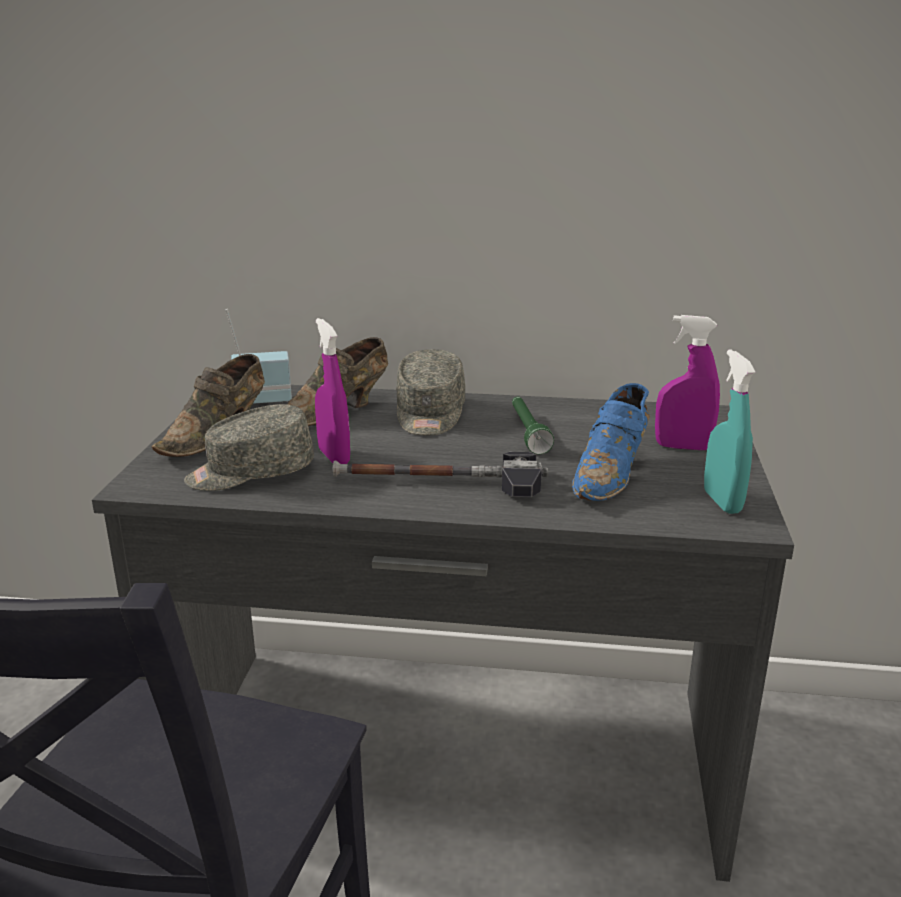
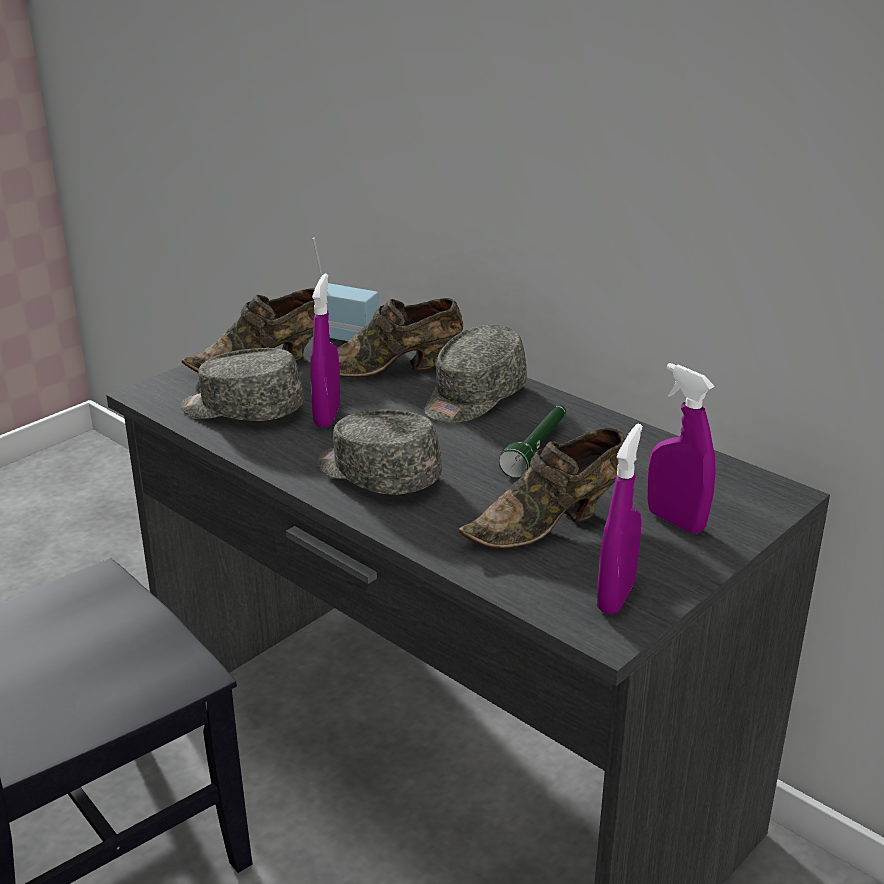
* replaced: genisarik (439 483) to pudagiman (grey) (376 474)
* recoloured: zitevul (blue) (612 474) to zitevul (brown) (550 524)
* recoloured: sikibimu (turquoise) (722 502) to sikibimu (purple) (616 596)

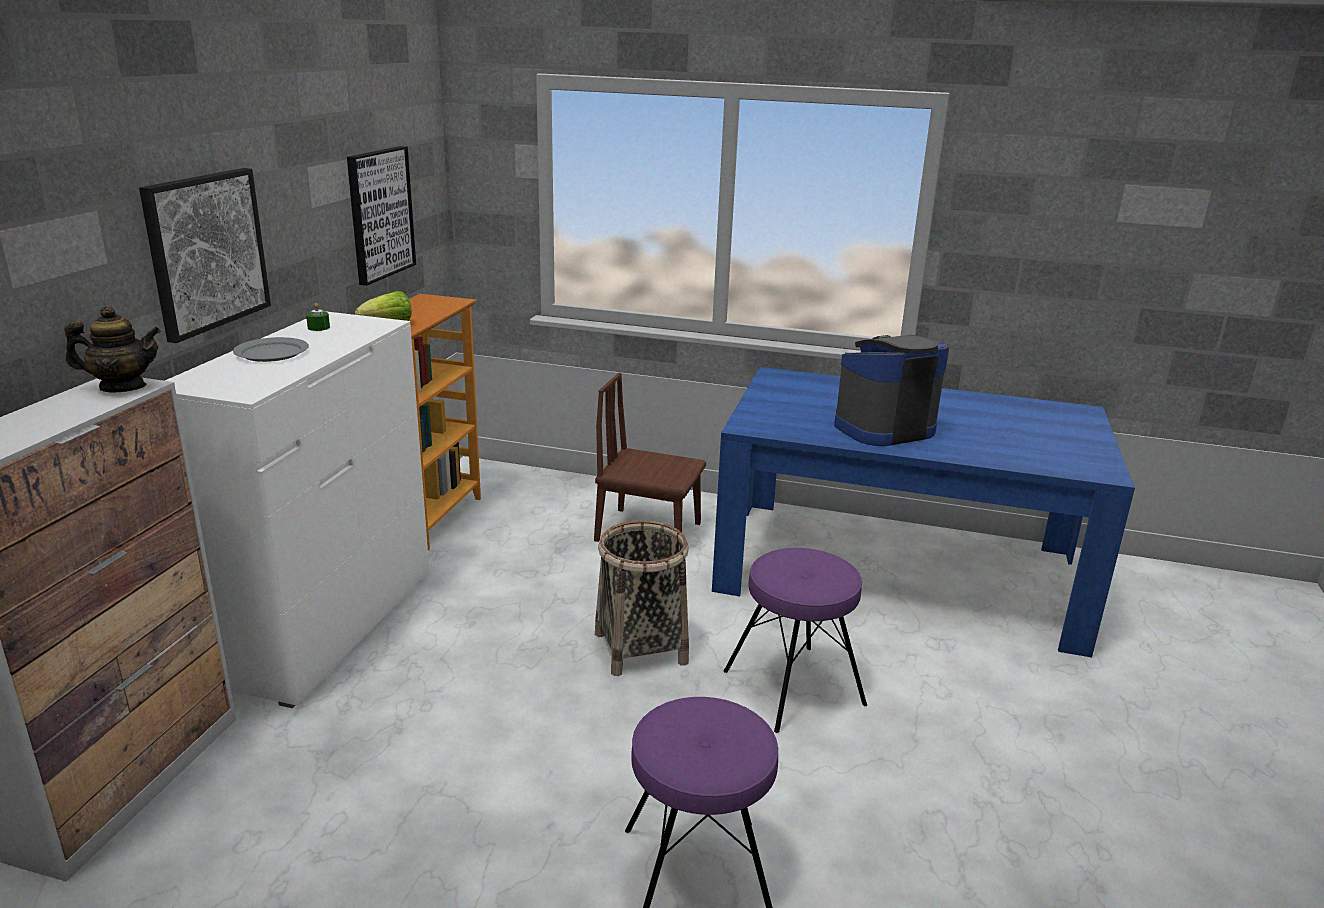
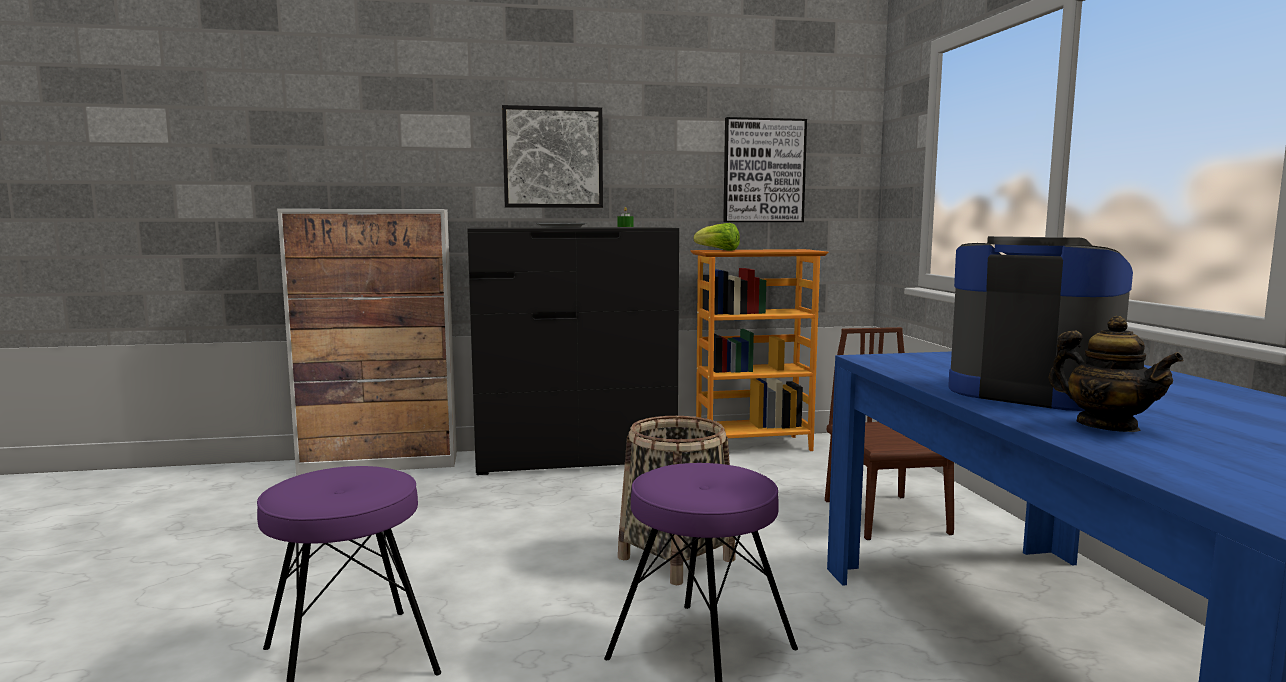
* moved: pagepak (122 387) to (1107 426)
* recoloured: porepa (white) (328 626) to porepa (black) (575 458)

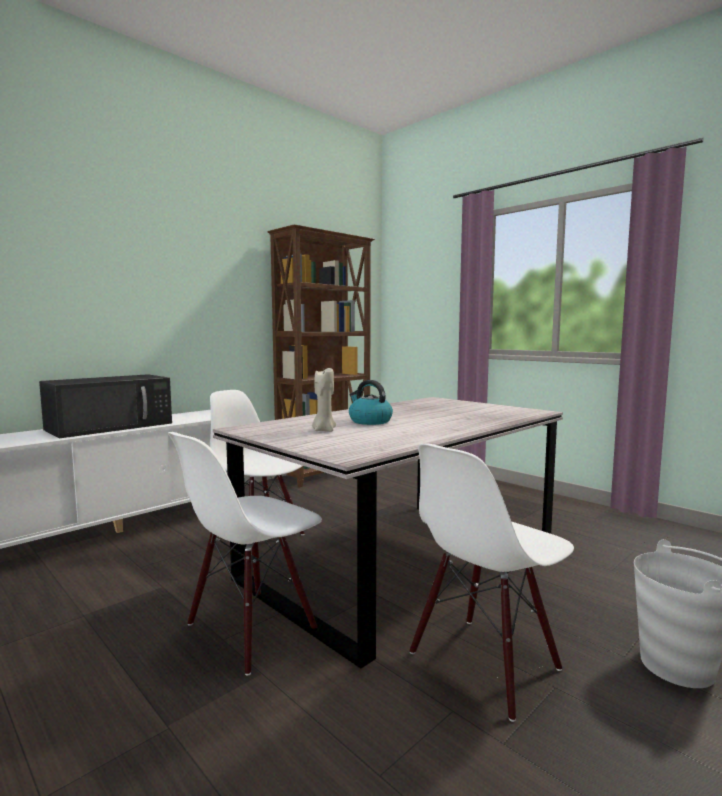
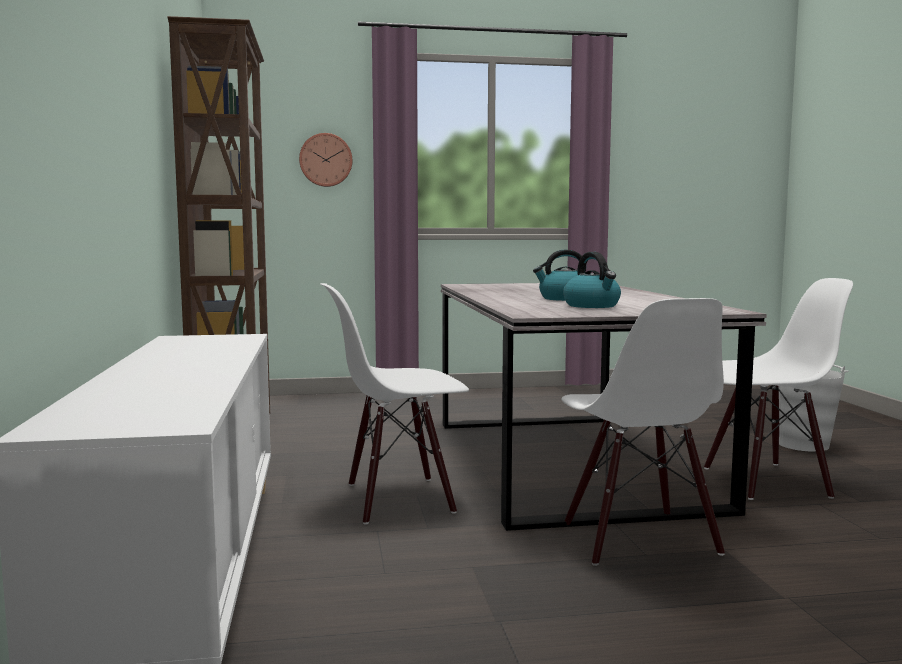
* removed: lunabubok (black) (111 426)
* added: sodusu (326 160)
* replaced: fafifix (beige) (323 430) to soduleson (592 306)
* turned: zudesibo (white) (484 663) = (765 481) 90 degrees counterclockwise

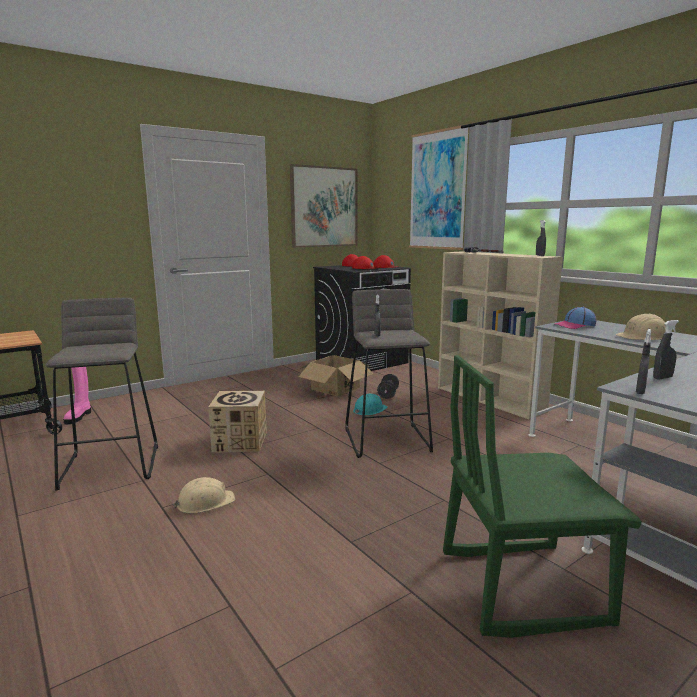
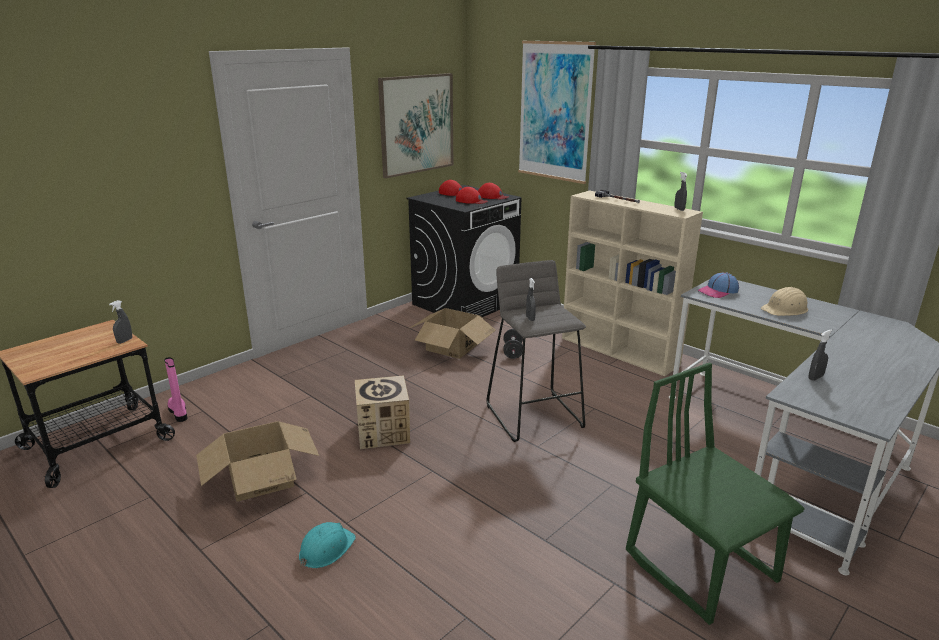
* removed: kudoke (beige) (205 502)
* moved: kudoke (turquoise) (369 410) to (326 549)
* moved: sikibimu (grey) (640 391) to (124 341)
* replaced: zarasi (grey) (111 466) to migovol (261 478)
* turned: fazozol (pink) (79 417) = (179 412) 150 degrees clockwise
* turned: zudesibo (green) (521 586) = (701 566) 75 degrees clockwise

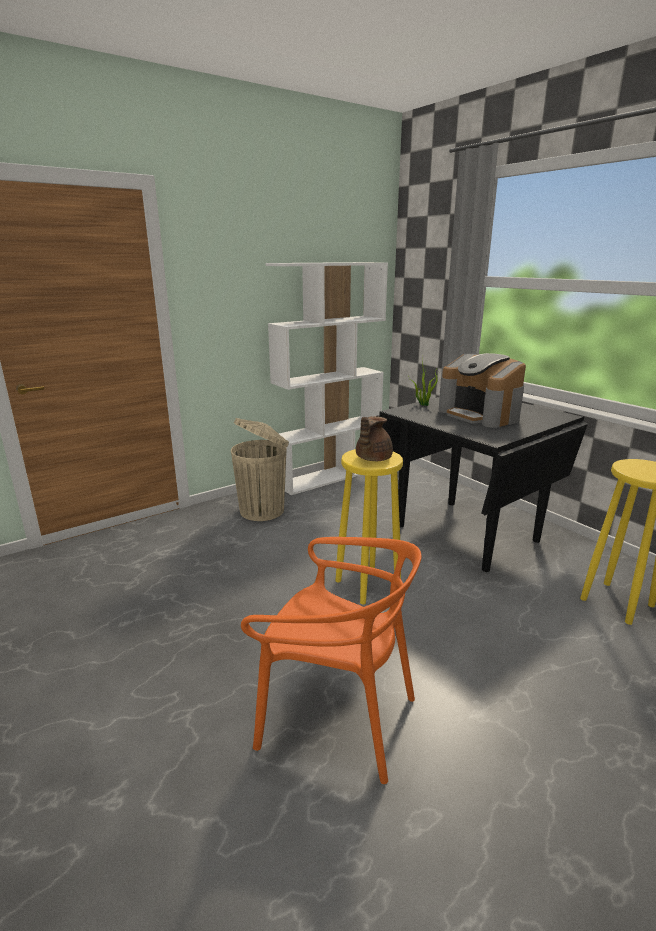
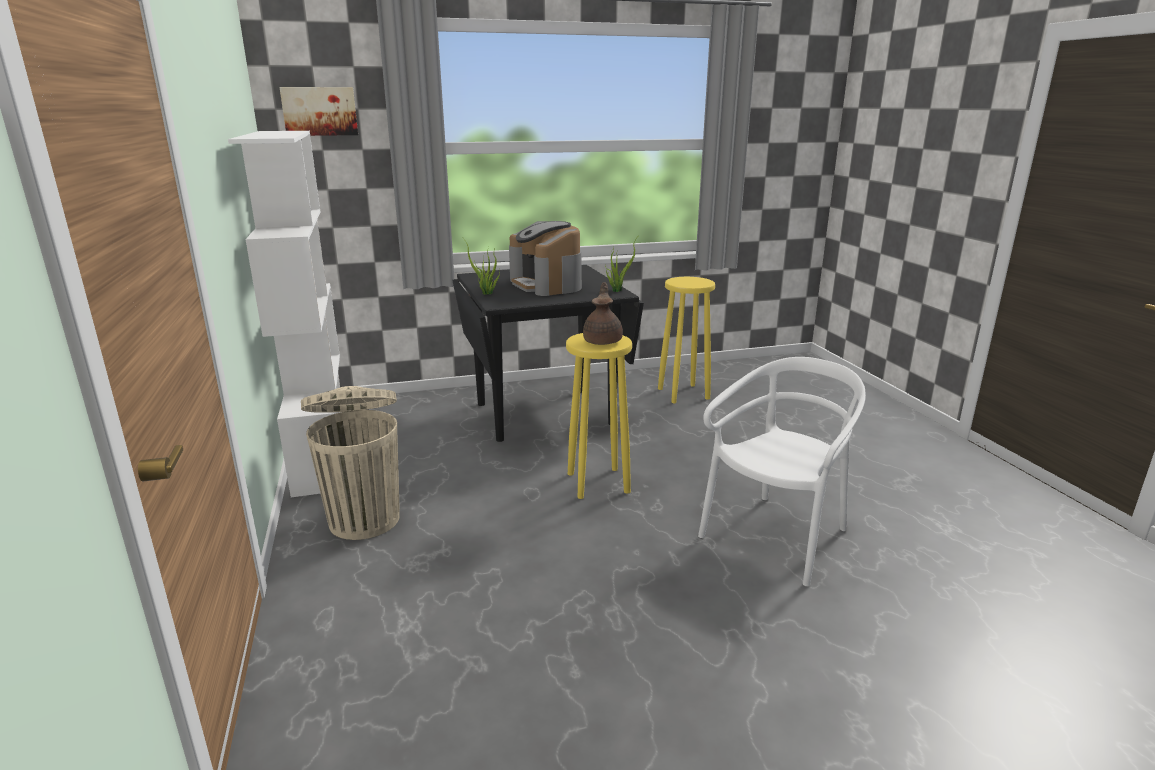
* added: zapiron (320 111)
* added: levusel (617 290)
* recoloured: zudesibo (orange) (337 716) to zudesibo (white) (776 537)
* turned: pagepak (brown) (372 458) = (603 341) 135 degrees counterclockwise
* turned: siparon (480 415) = (547 285) 75 degrees clockwise

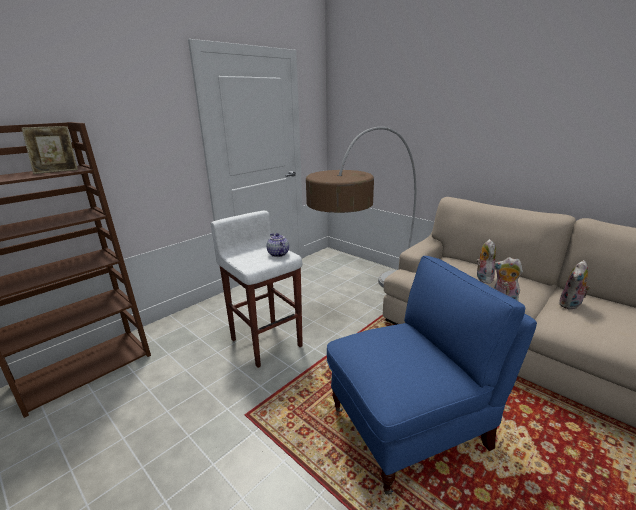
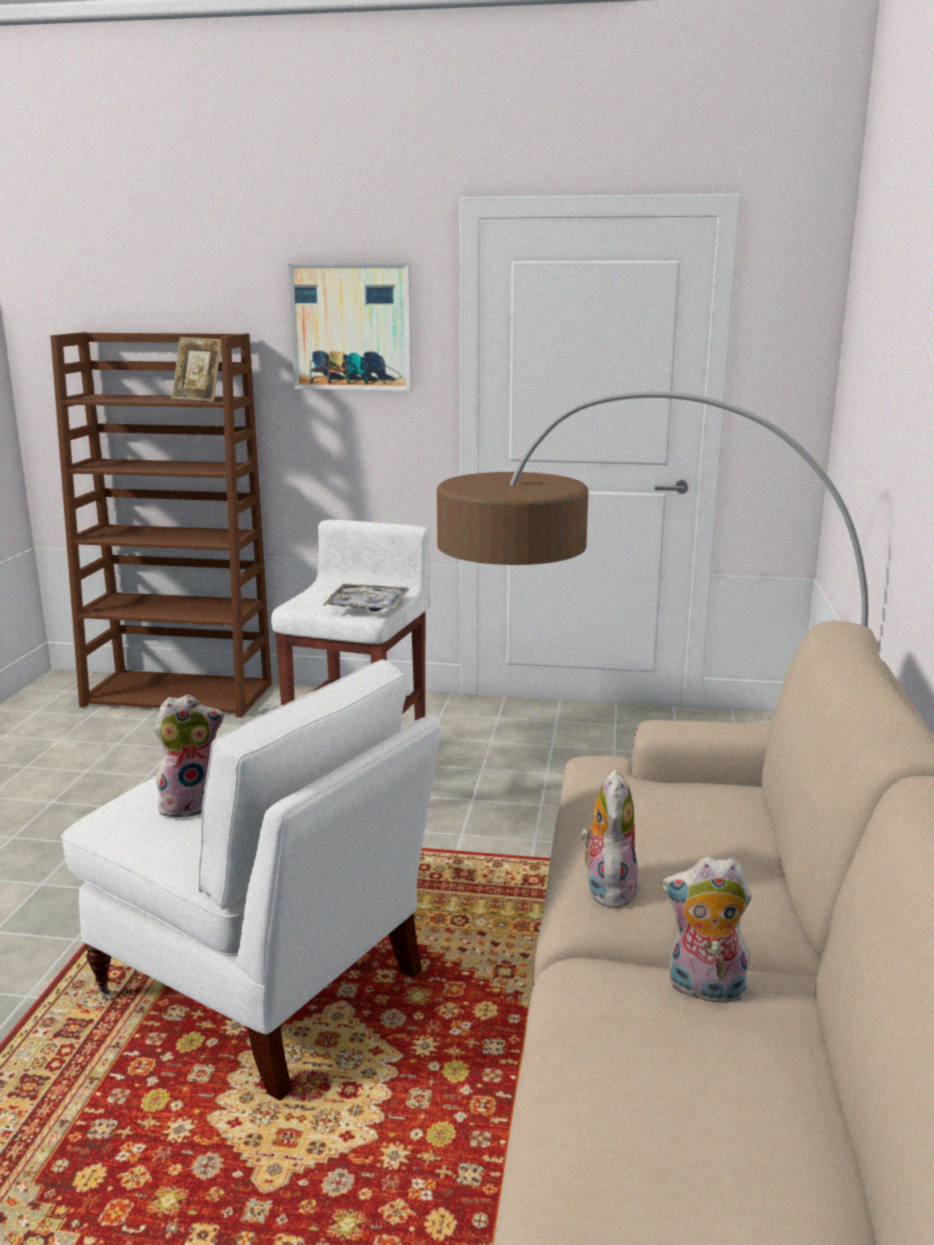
* added: zapiron (352 327)
* moved: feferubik (482 278) to (191 804)
* replaced: pagepak (277 254) to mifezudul (367 606)
* recoloured: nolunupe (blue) (410 428) to nolunupe (white) (263 988)

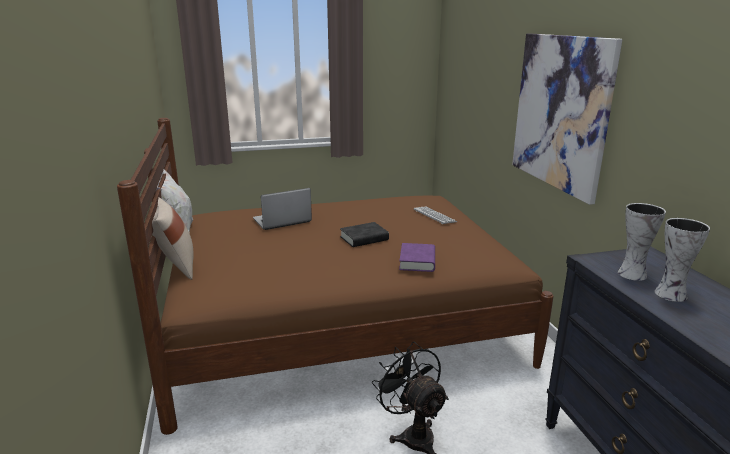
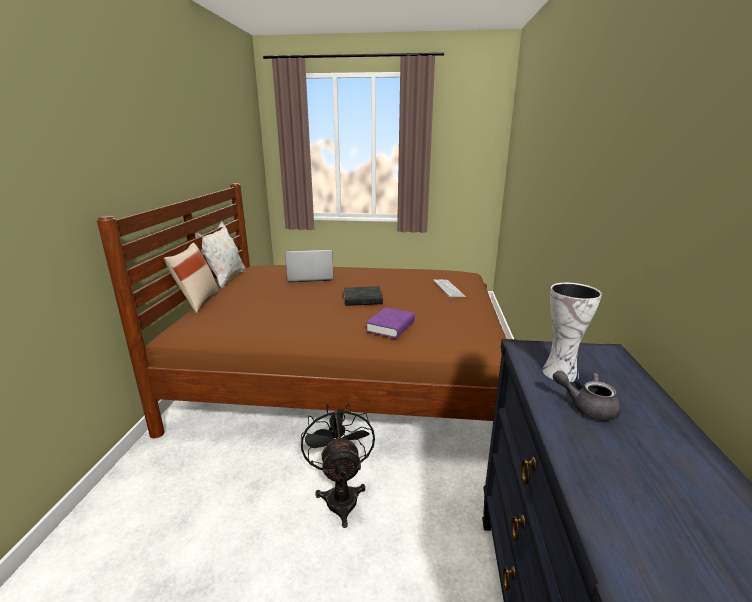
* removed: zapiron (560 112)
* replaced: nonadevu (670 295) to pagepak (grey) (586 407)

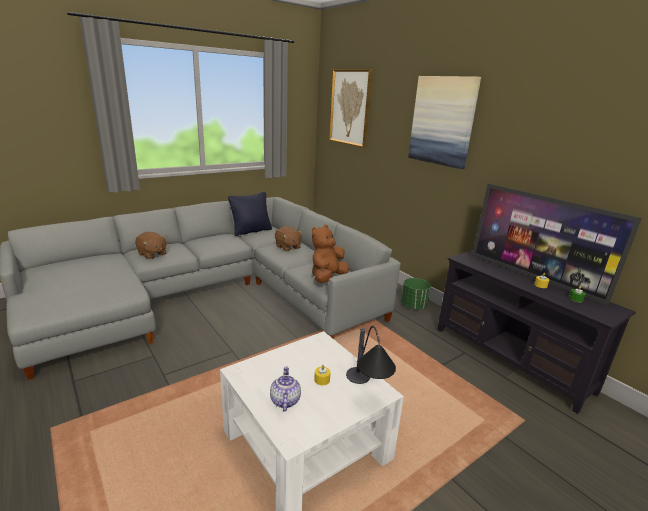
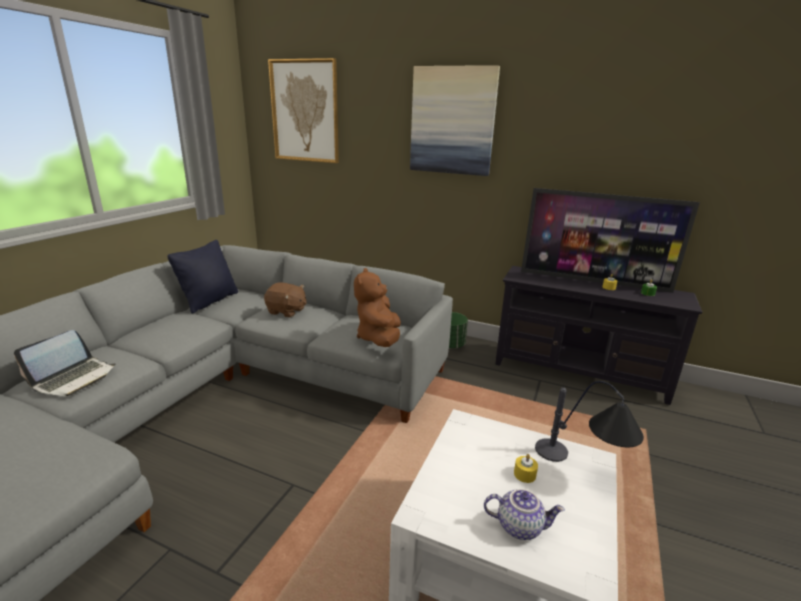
* replaced: feferubik (brown) (152 254) to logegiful (74 378)
* turned: pagepak (284 400) = (520 526) 135 degrees clockwise

